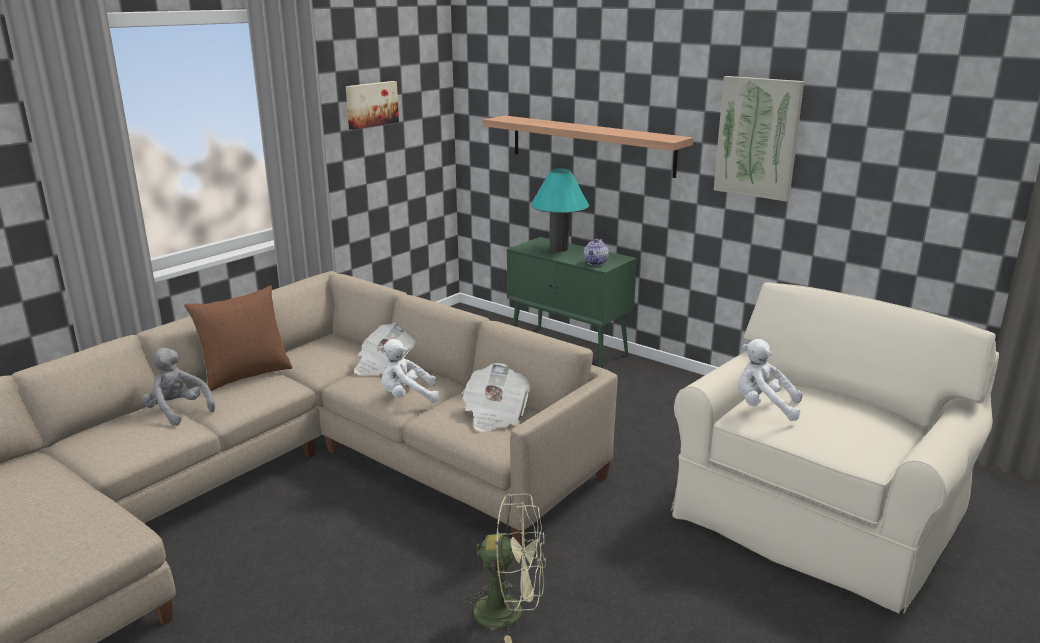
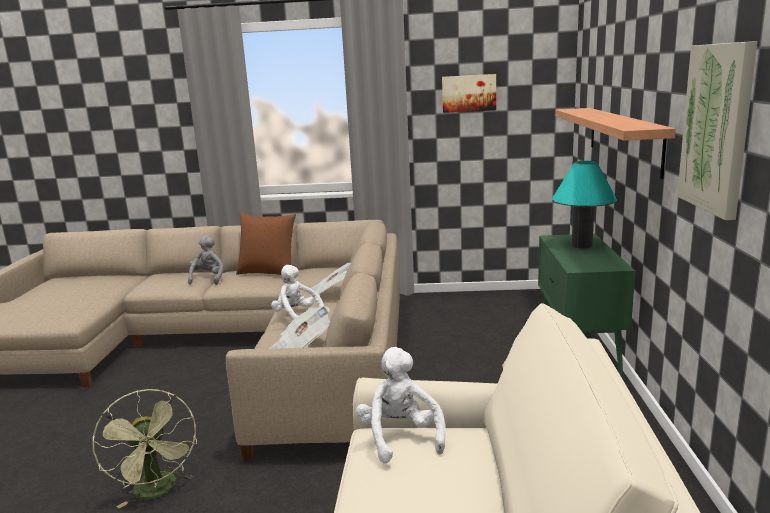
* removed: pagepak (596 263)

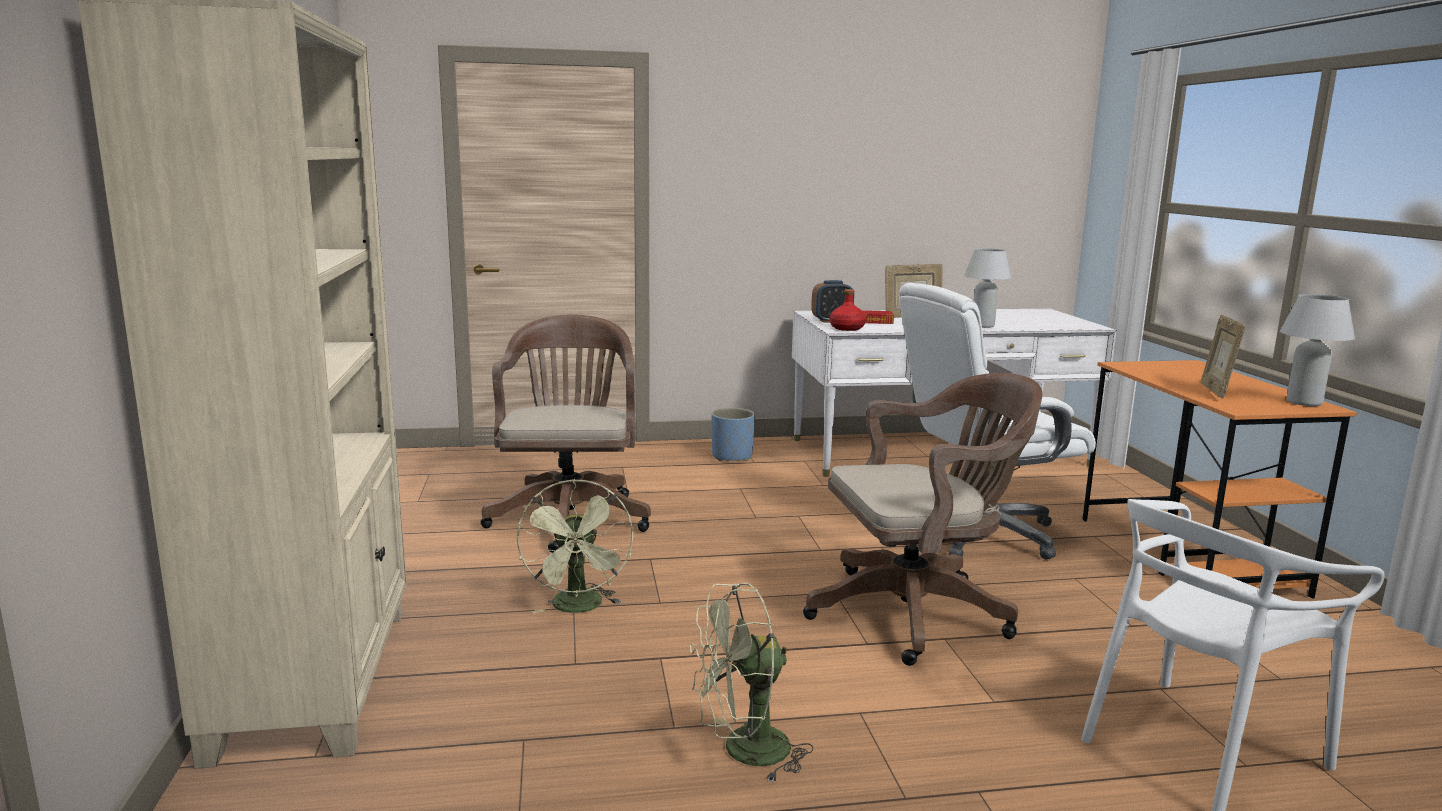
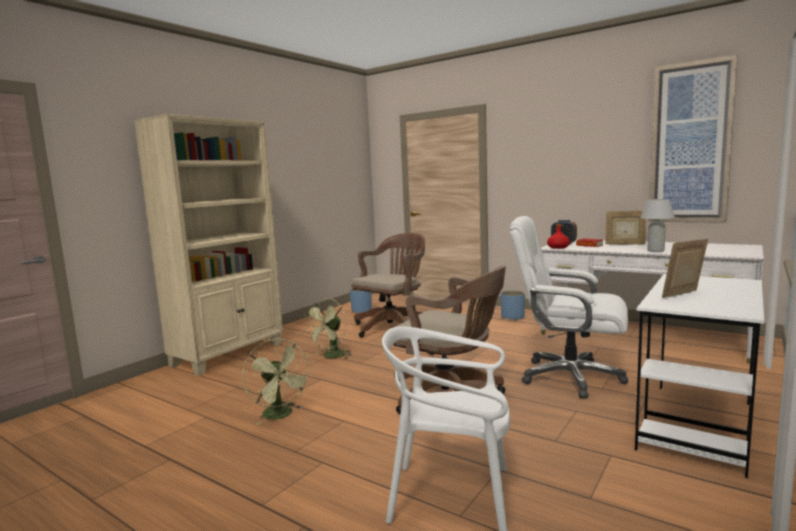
* removed: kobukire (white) (1304 402)
* added: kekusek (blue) (361 311)
* added: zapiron (690 143)
* recoloured: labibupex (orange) (1189 556) to labibupex (white) (696 425)
* turned: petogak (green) (743 752) = (281 415) 150 degrees counterclockwise

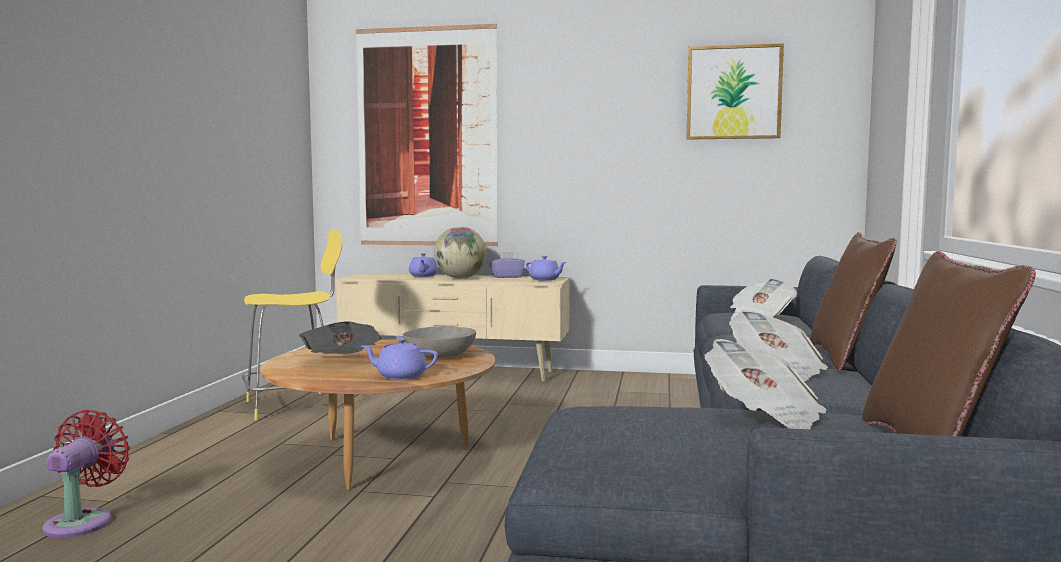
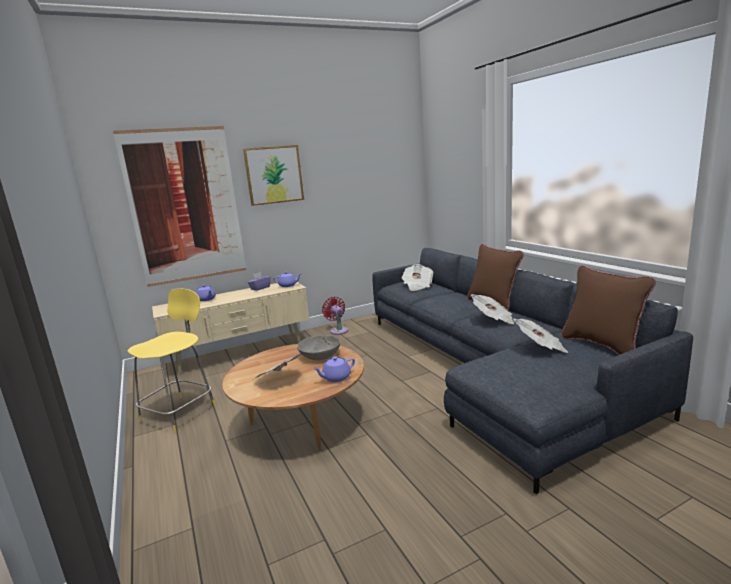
* removed: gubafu (460 278)
* moved: petogak (red) (83 521) to (338 330)
* moved: zapiron (733 92) to (274 175)

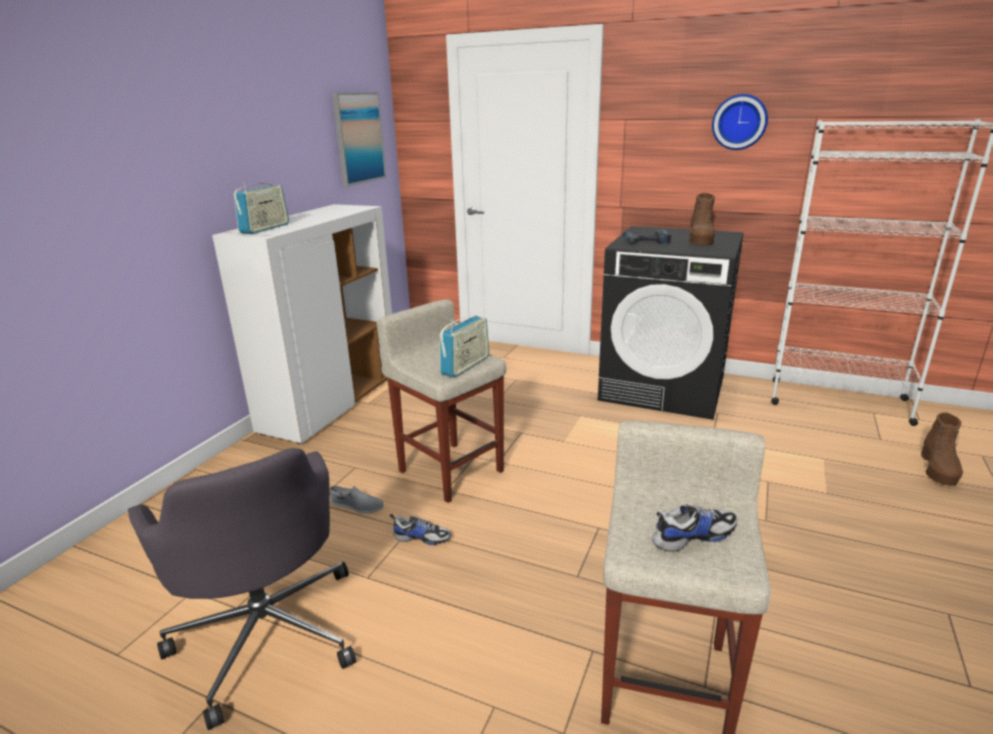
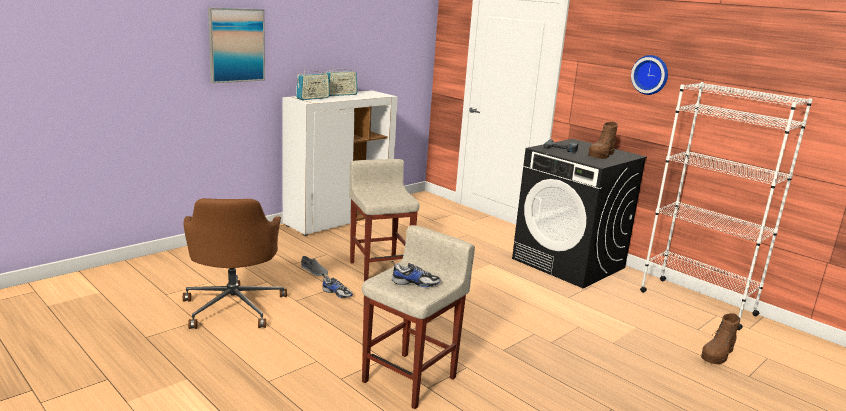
* moved: zapiron (358 138) to (236 45)
* moved: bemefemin (465 366) to (340 94)
* recoloured: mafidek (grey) (268 632) to mafidek (brown) (234 306)

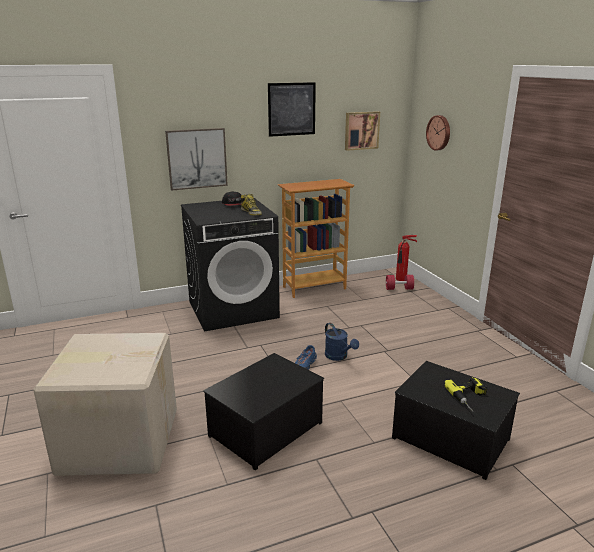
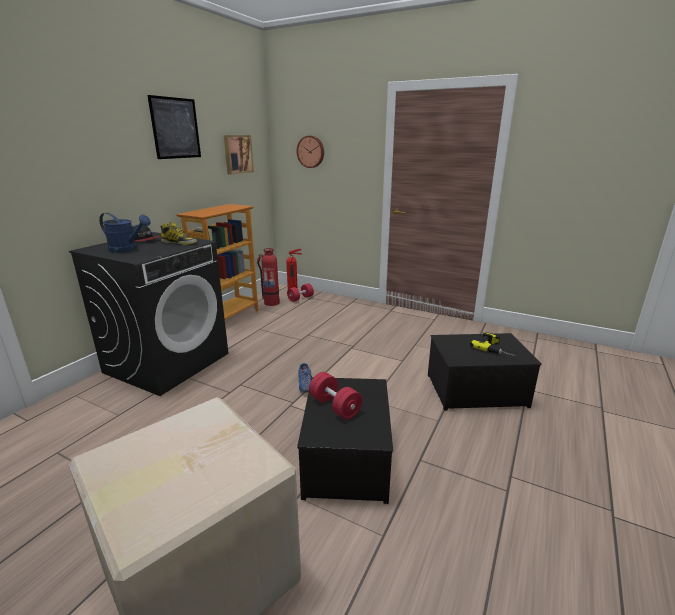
* removed: zapiron (197 158)
* added: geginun (271 303)
* added: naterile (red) (335 406)
* moved: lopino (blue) (339 357) to (127 249)

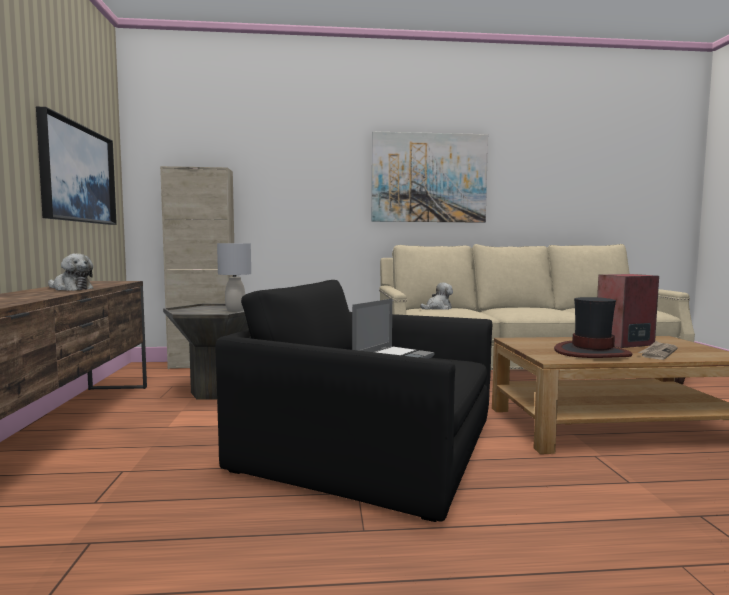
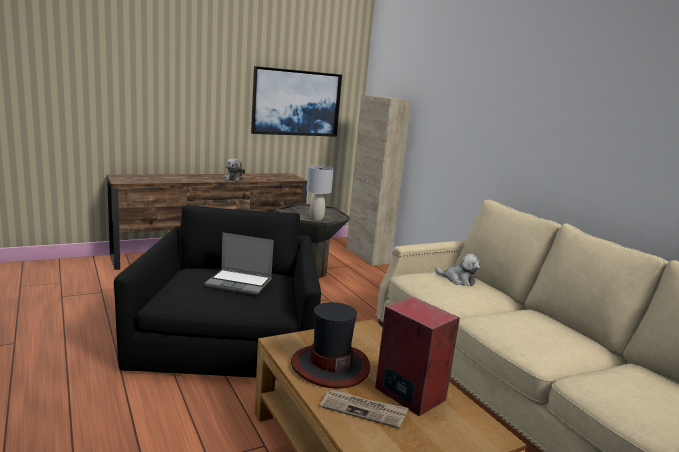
* removed: zapiron (429 178)

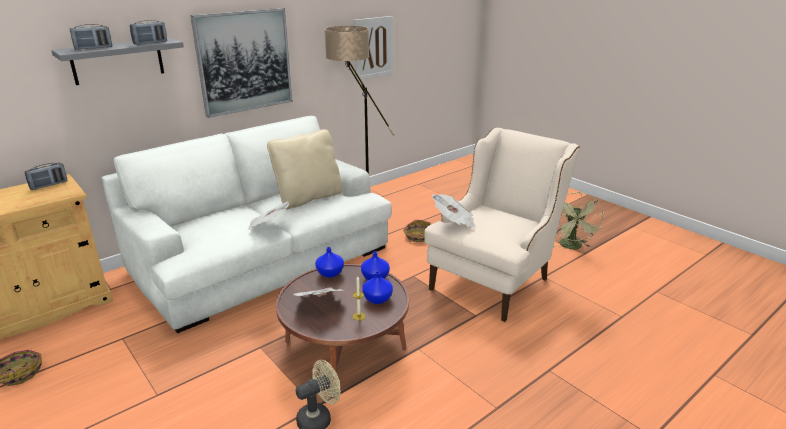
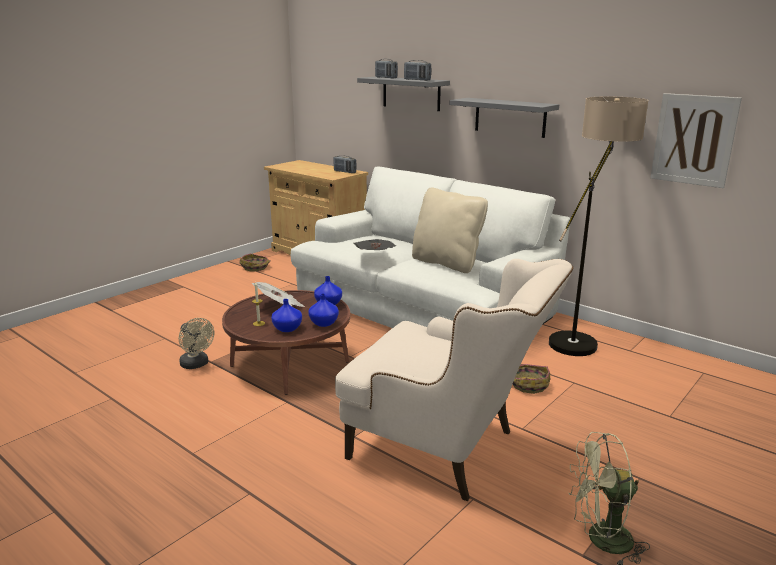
* removed: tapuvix (454 222)
* replaced: zapiron (244 61) to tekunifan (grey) (510 117)

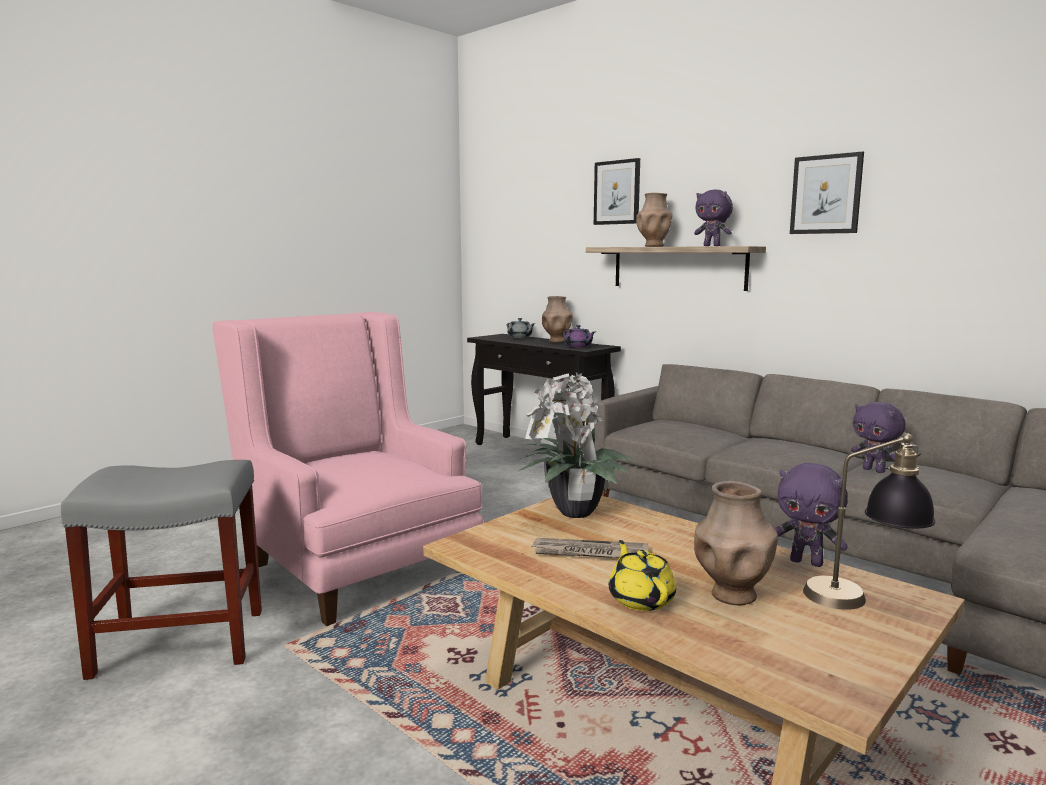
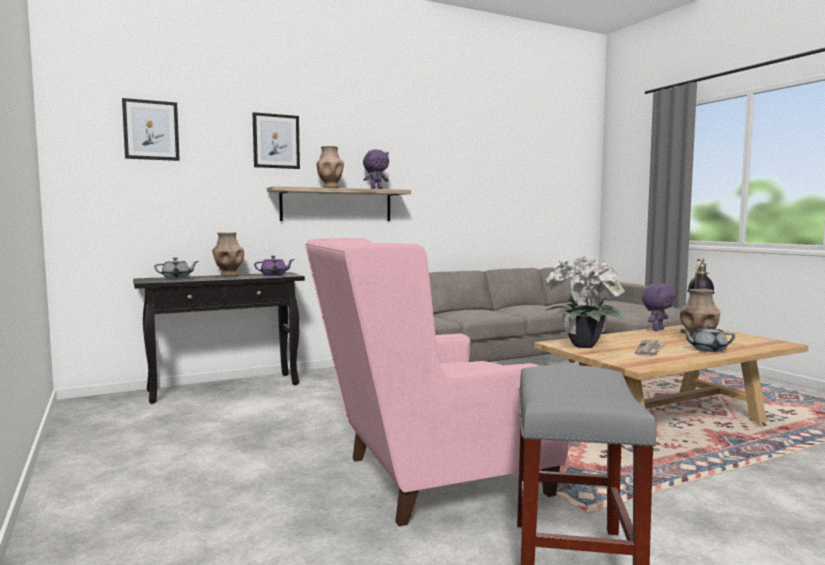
* removed: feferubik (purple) (874 470)
* moved: zapiron (826 194) to (151 130)
* recoloured: pagepak (yellow) (641 599) to pagepak (grey) (707 350)

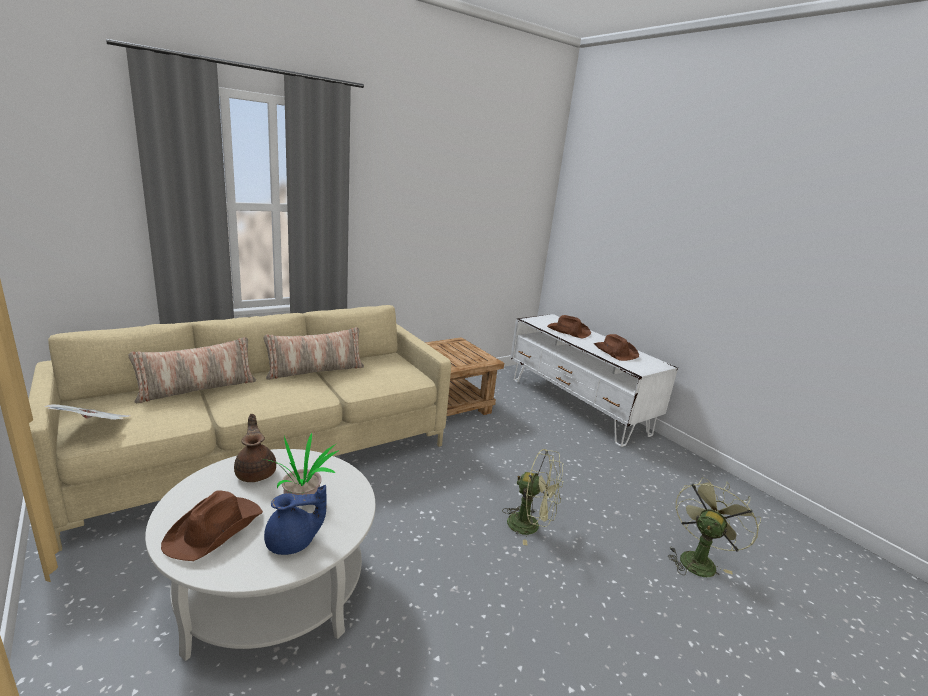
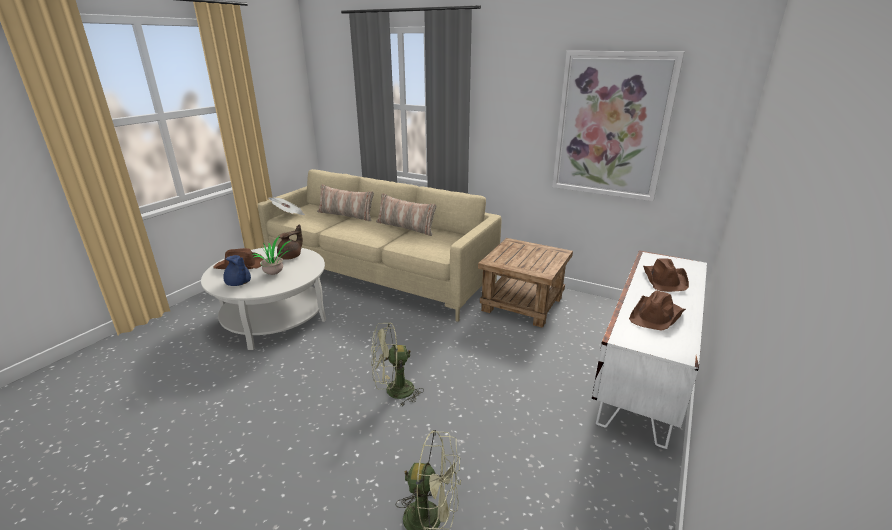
* added: zapiron (611 126)
* turned: petogak (green) (530 526) = (393 391) 75 degrees clockwise

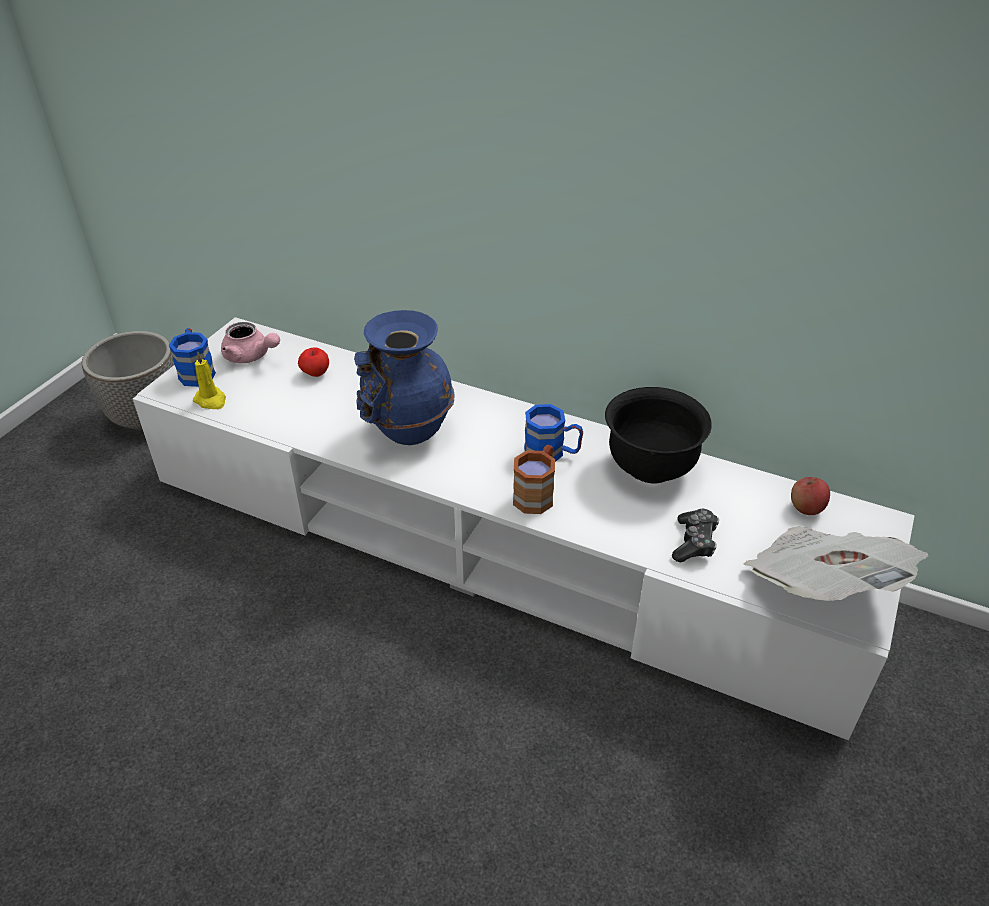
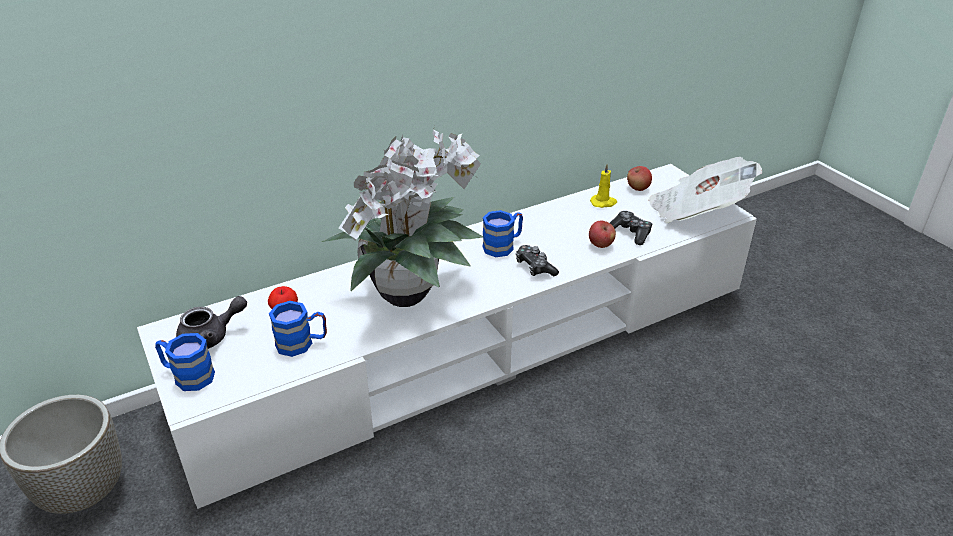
* removed: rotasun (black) (651 467)
* added: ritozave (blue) (302 343)
* added: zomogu (600 245)
* moved: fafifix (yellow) (211 400) to (603 203)
* replaced: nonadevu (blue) (406 431) to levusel (411 294)
* replaced: ritozave (brown) (536 493) to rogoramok (535 267)
* recoloured: pagepak (pink) (251 356) to pagepak (grey) (211 337)

